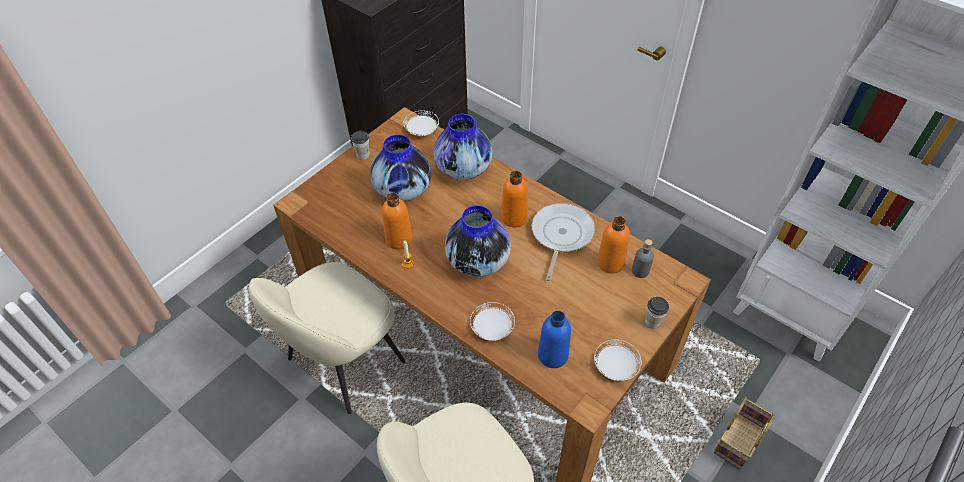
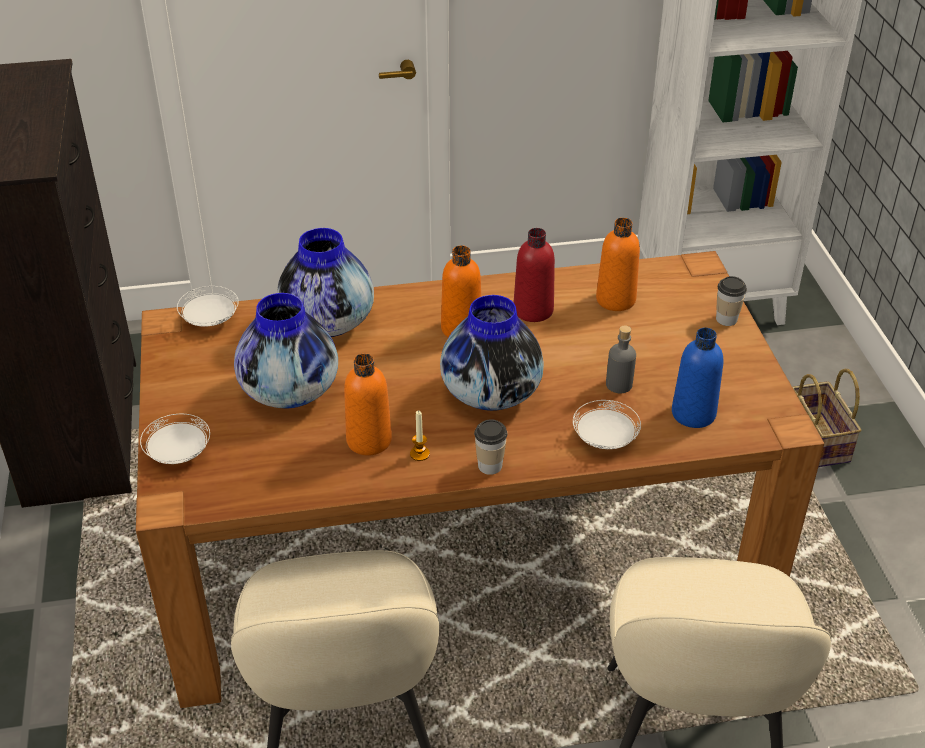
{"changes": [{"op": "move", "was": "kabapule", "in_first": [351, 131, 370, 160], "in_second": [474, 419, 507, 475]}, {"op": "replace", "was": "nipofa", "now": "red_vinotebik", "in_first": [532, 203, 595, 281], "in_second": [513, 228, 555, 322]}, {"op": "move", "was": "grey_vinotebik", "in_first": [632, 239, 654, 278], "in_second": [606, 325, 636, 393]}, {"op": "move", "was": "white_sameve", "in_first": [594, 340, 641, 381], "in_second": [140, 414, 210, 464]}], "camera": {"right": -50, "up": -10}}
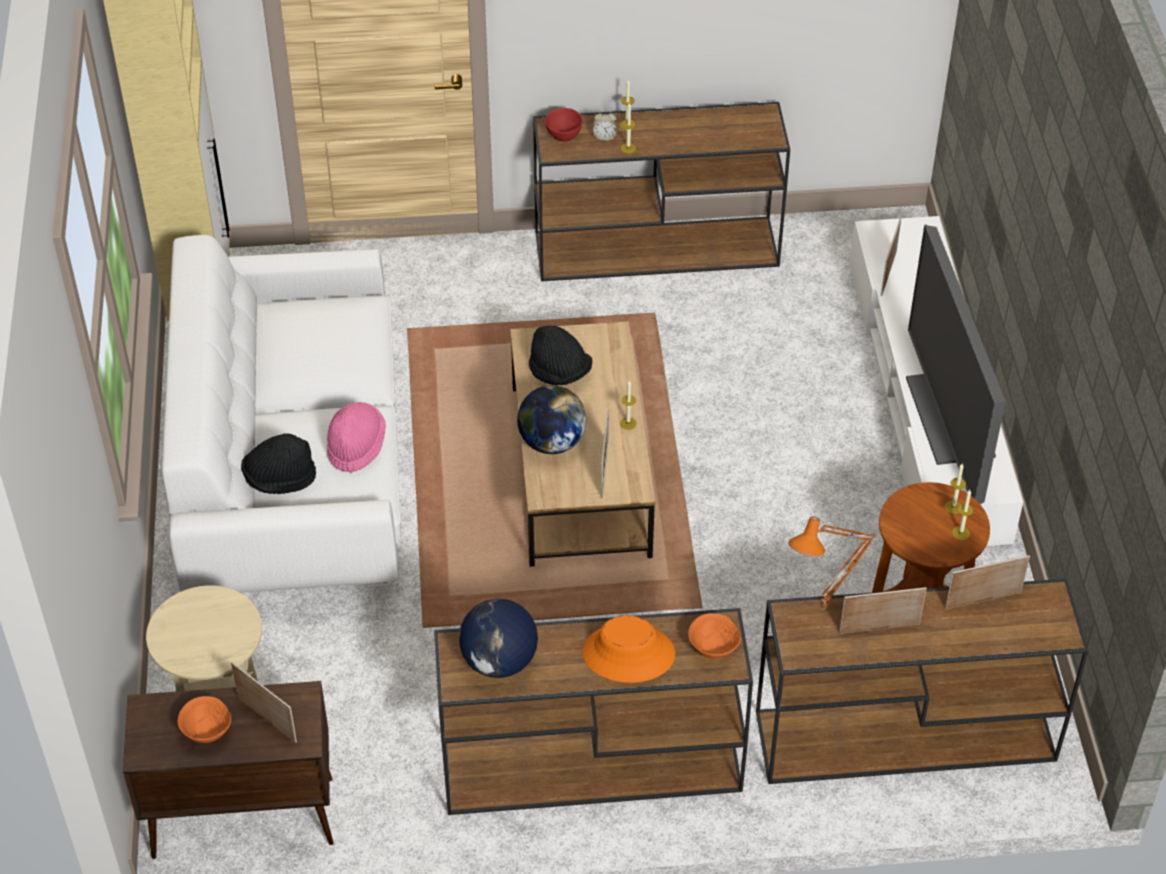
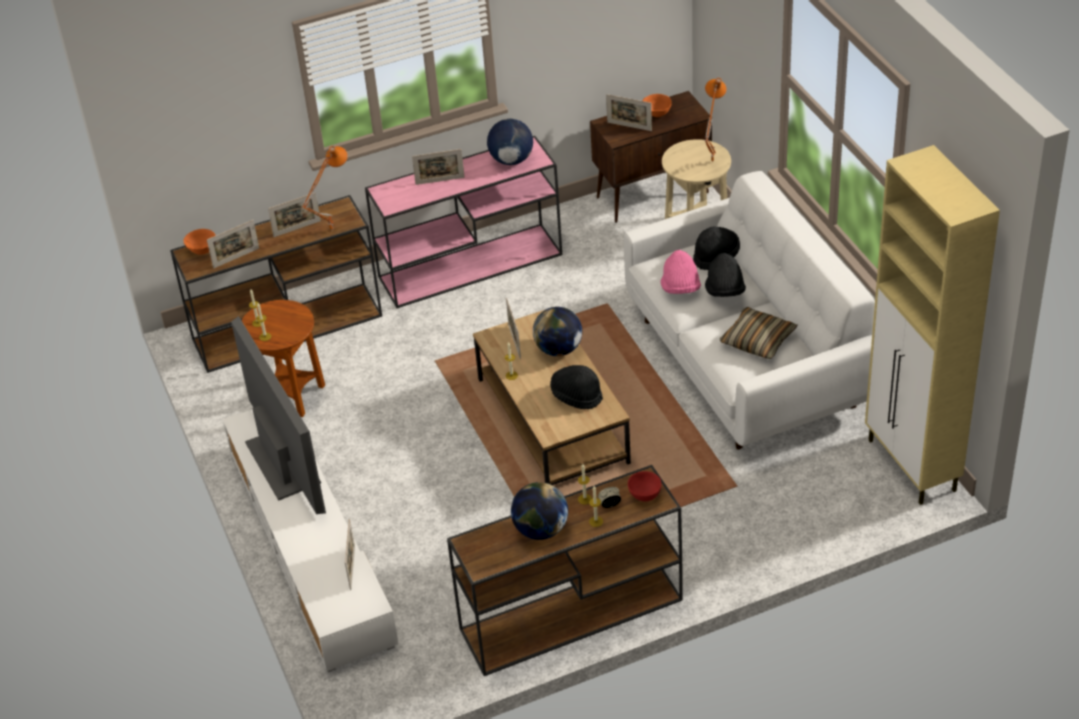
{"changes": [{"op": "recolor", "was": "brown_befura", "now": "pink_befura", "in_first": [434, 608, 753, 815], "in_second": [365, 136, 562, 308]}, {"op": "move", "was": "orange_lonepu", "in_first": [688, 613, 741, 659], "in_second": [184, 229, 216, 255]}, {"op": "replace", "was": "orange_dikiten", "now": "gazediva", "in_first": [583, 615, 675, 683], "in_second": [412, 149, 465, 185]}, {"op": "insert", "now": "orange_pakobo", "in_second": [704, 77, 727, 163]}, {"op": "insert", "now": "black_dikiten", "in_second": [705, 253, 746, 297]}, {"op": "insert", "now": "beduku", "in_second": [719, 307, 797, 359]}, {"op": "insert", "now": "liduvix", "in_second": [511, 482, 568, 540]}], "camera": {"right": 165, "up": -5}}
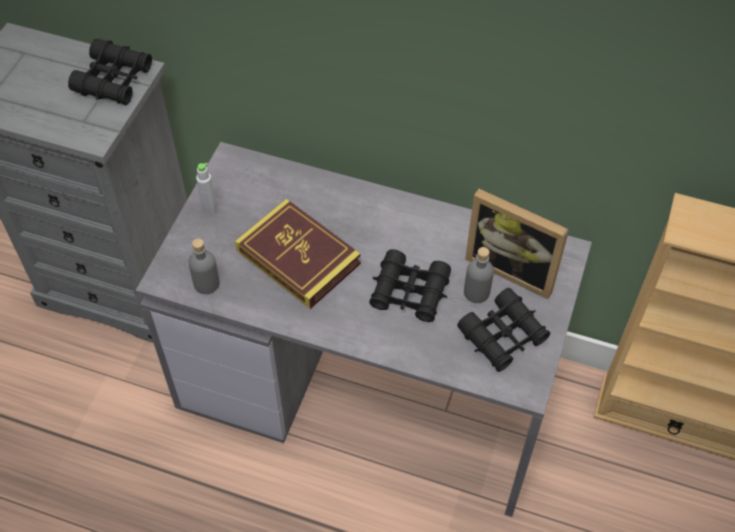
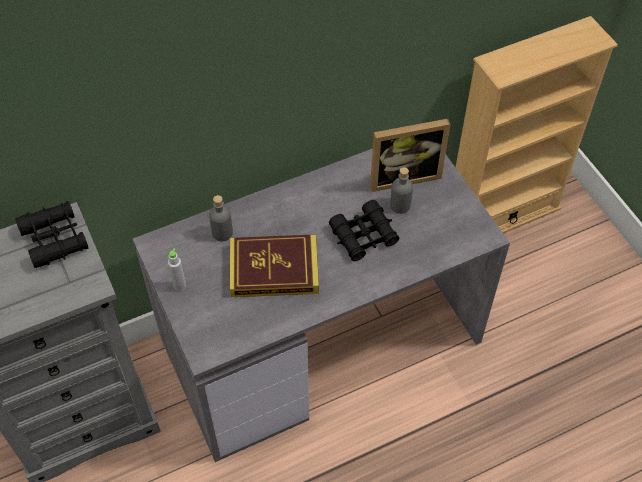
{"changes": [{"op": "move", "was": "grey_vinotebik", "in_first": [188, 238, 220, 294], "in_second": [209, 195, 233, 241]}, {"op": "delete", "was": "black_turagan", "in_first": [457, 288, 551, 372]}], "camera": {"right": -45, "up": 0}}
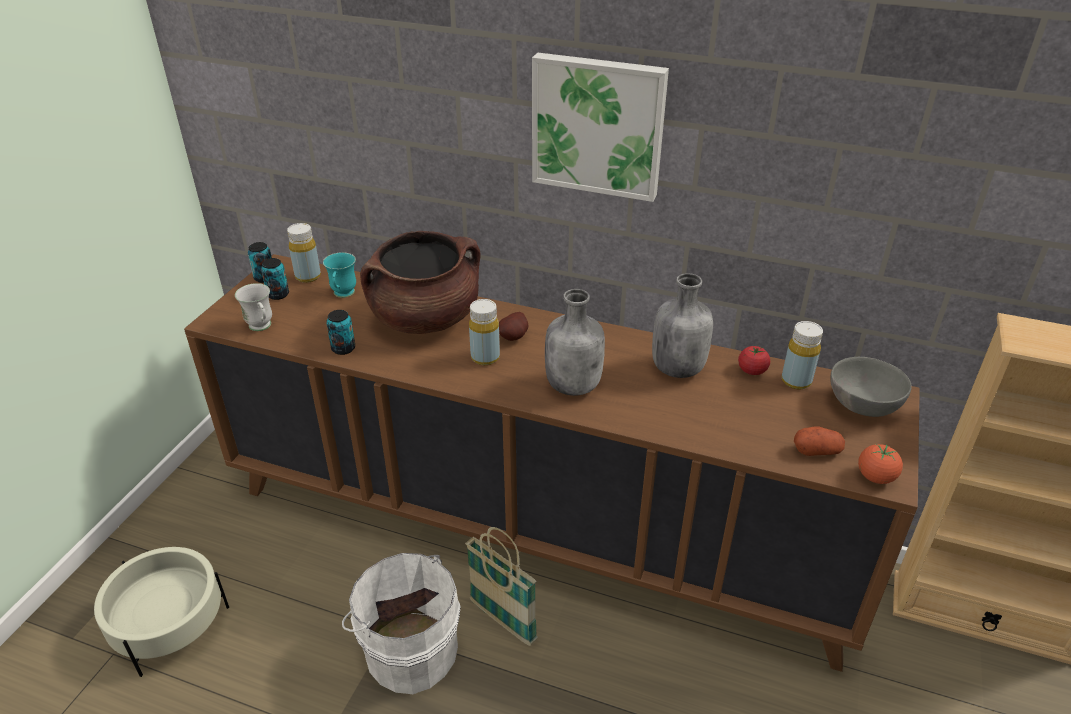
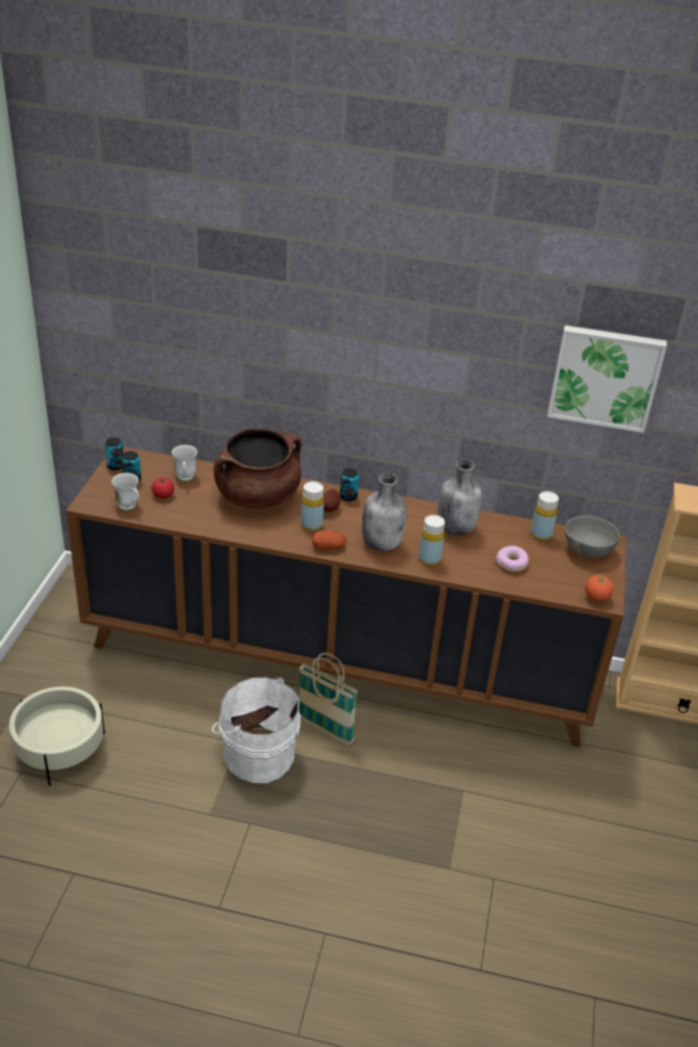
{"changes": [{"op": "move", "was": "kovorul", "in_first": [532, 53, 669, 202], "in_second": [547, 325, 667, 433]}, {"op": "move", "was": "yellow_vinotebik", "in_first": [287, 223, 321, 283], "in_second": [419, 515, 445, 566]}, {"op": "recolor", "was": "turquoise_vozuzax", "now": "white_vozuzax", "in_first": [323, 252, 356, 298], "in_second": [172, 445, 198, 481]}, {"op": "move", "was": "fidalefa", "in_first": [326, 310, 355, 355], "in_second": [340, 468, 359, 502]}, {"op": "move", "was": "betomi", "in_first": [738, 346, 770, 375], "in_second": [151, 477, 174, 499]}, {"op": "move", "was": "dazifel", "in_first": [794, 427, 845, 456], "in_second": [312, 530, 346, 550]}, {"op": "insert", "now": "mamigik", "in_second": [496, 546, 529, 572]}], "camera": {"right": -10, "up": 0}}
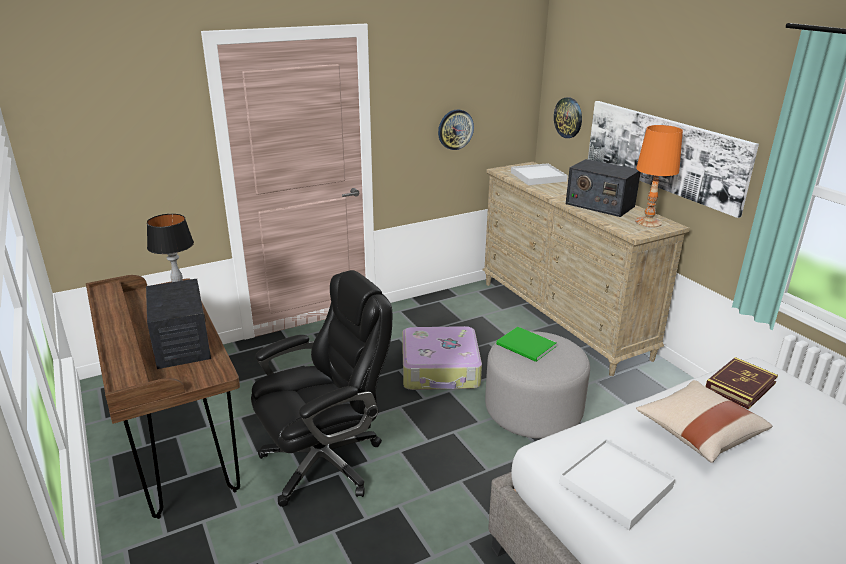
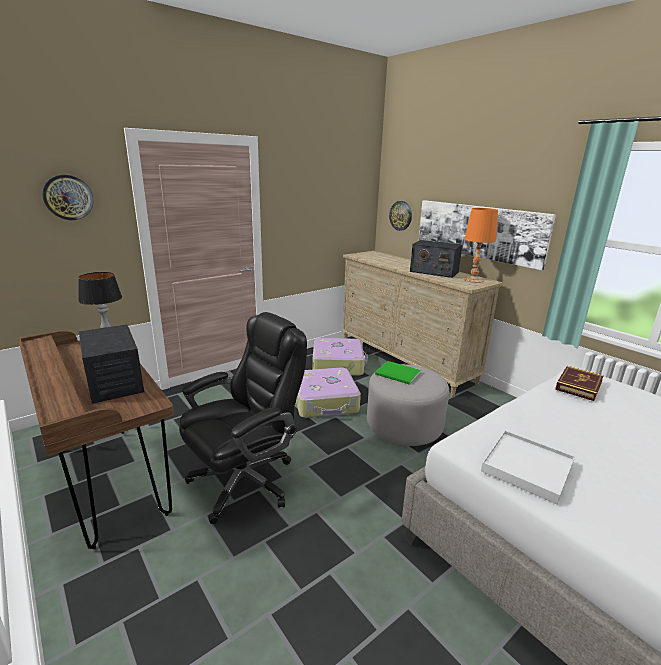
{"changes": [{"op": "move", "was": "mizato", "in_first": [438, 109, 474, 150], "in_second": [42, 175, 93, 220]}, {"op": "delete", "was": "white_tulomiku", "in_first": [511, 163, 568, 185]}, {"op": "delete", "was": "beige_beduku", "in_first": [636, 380, 772, 463]}, {"op": "insert", "now": "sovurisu", "in_second": [312, 338, 368, 376]}], "camera": {"right": -10, "up": -5}}
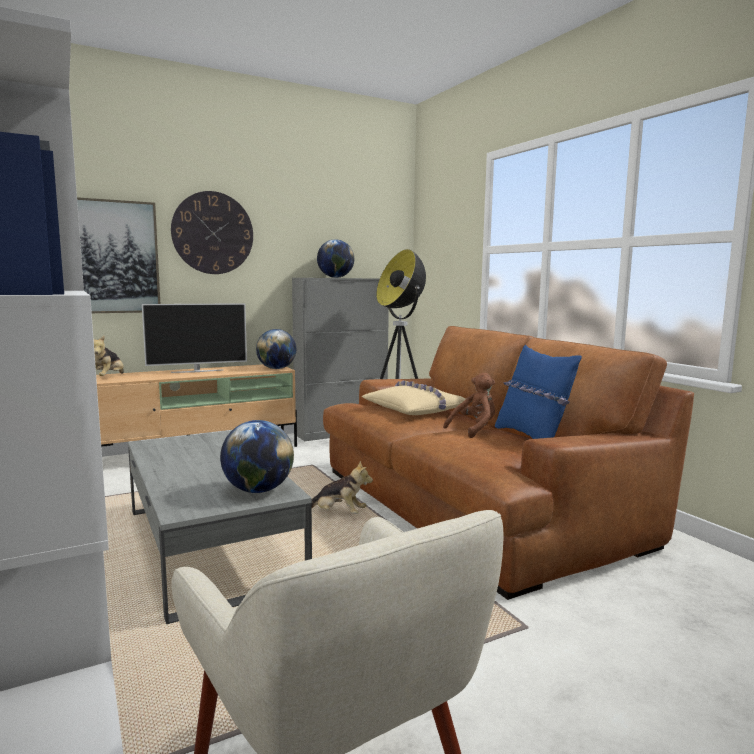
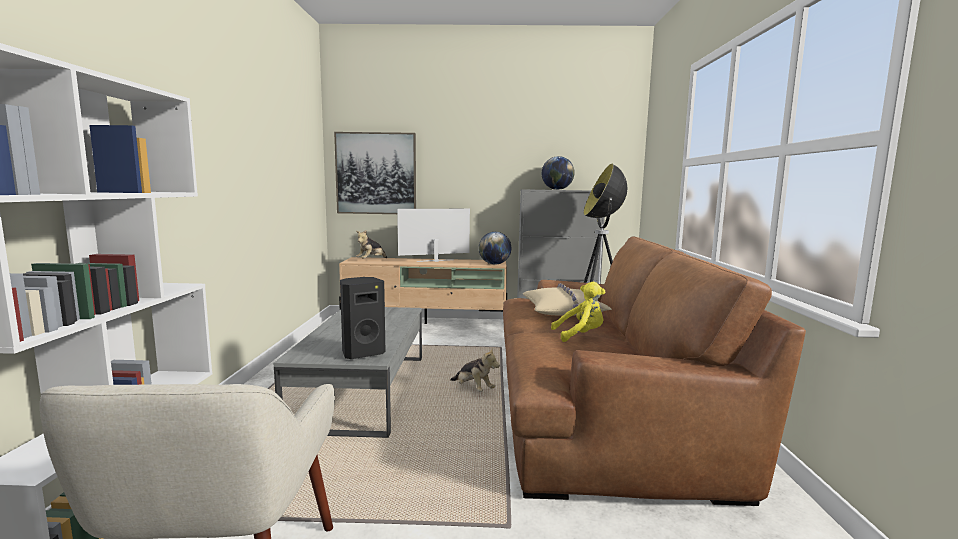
{"changes": [{"op": "delete", "was": "mizato", "in_first": [171, 191, 253, 274]}, {"op": "rotate", "was": "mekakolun", "in_first": [142, 303, 247, 373], "in_second": [397, 209, 470, 262], "clockwise": 150}, {"op": "delete", "was": "blue_beduku", "in_first": [495, 345, 582, 439]}, {"op": "recolor", "was": "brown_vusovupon", "now": "yellow_vusovupon", "in_first": [443, 373, 495, 438], "in_second": [551, 282, 605, 342]}, {"op": "replace", "was": "liduvix", "now": "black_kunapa", "in_first": [220, 420, 294, 493], "in_second": [340, 277, 386, 359]}], "camera": {"right": 30, "up": 0}}
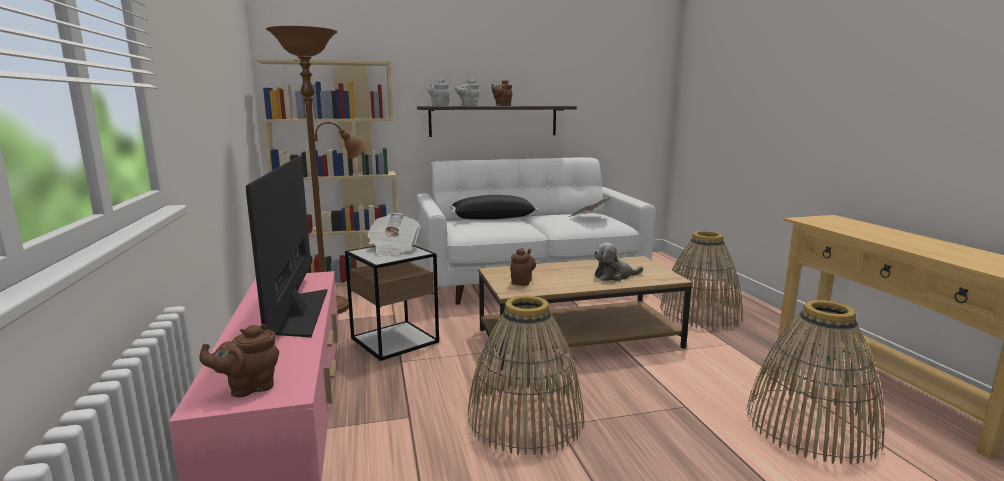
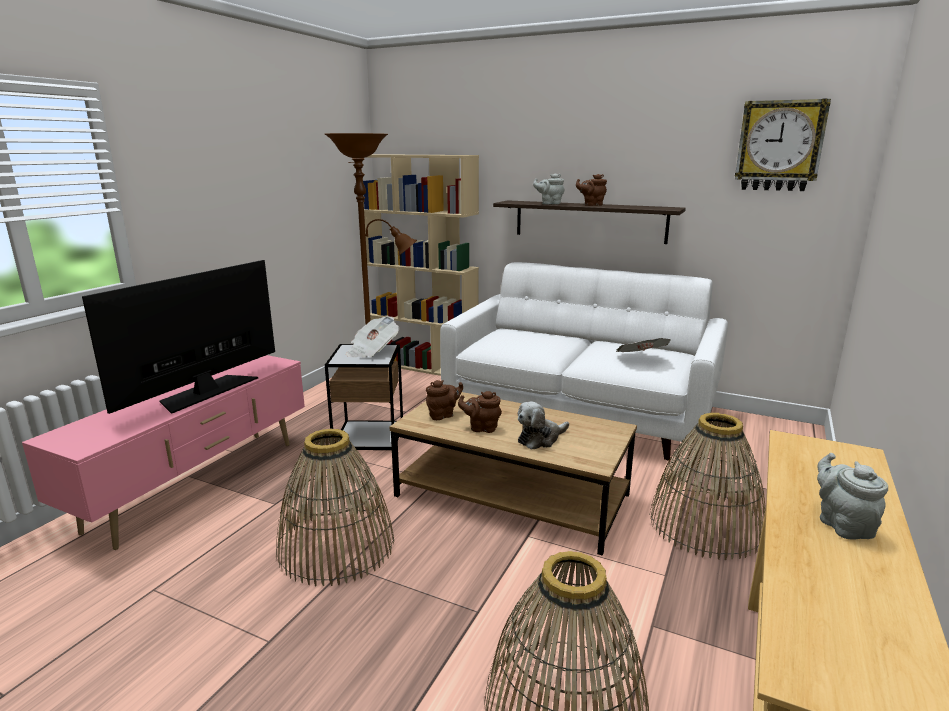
{"changes": [{"op": "move", "was": "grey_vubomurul", "in_first": [428, 79, 450, 106], "in_second": [817, 453, 888, 540]}, {"op": "delete", "was": "black_beduku", "in_first": [450, 195, 538, 219]}, {"op": "rotate", "was": "vusovupon", "in_first": [594, 242, 643, 281], "in_second": [518, 402, 569, 450], "clockwise": -60}, {"op": "move", "was": "brown_vubomurul", "in_first": [199, 324, 279, 397], "in_second": [458, 391, 502, 433]}, {"op": "insert", "now": "mizato", "in_second": [735, 98, 831, 191]}], "camera": {"right": 40, "up": 5}}
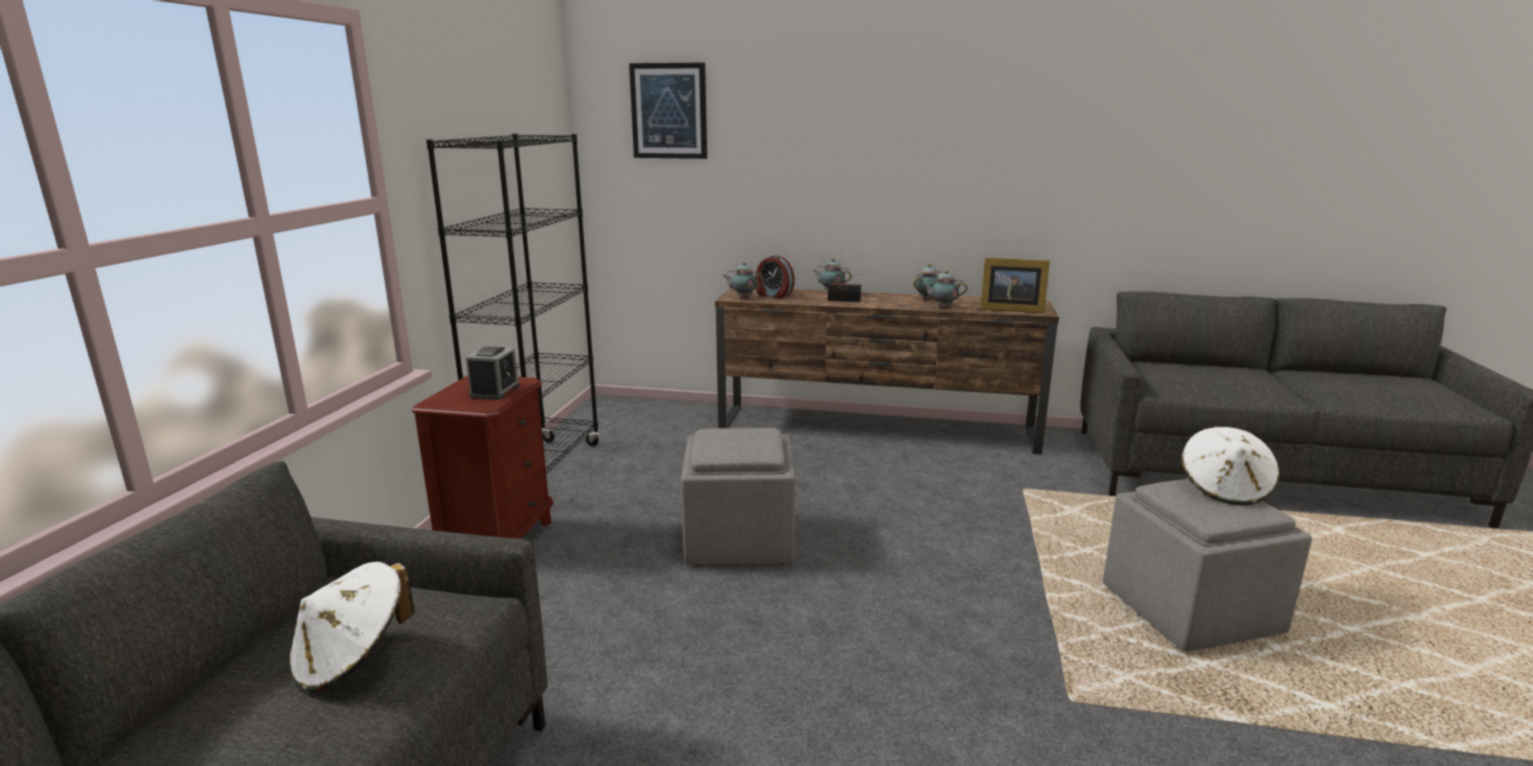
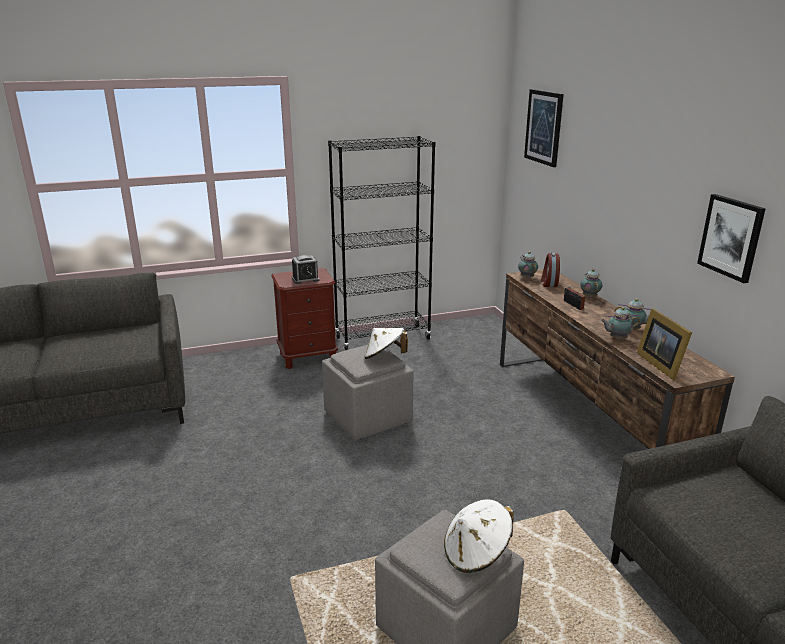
{"changes": [{"op": "rotate", "was": "vubomurul", "in_first": [922, 270, 967, 308], "in_second": [601, 307, 640, 339], "clockwise": -75}, {"op": "move", "was": "white_dikiten", "in_first": [289, 562, 415, 693], "in_second": [364, 328, 408, 359]}, {"op": "insert", "now": "kovorul", "in_second": [697, 194, 765, 283]}], "camera": {"right": 60, "up": 5}}
